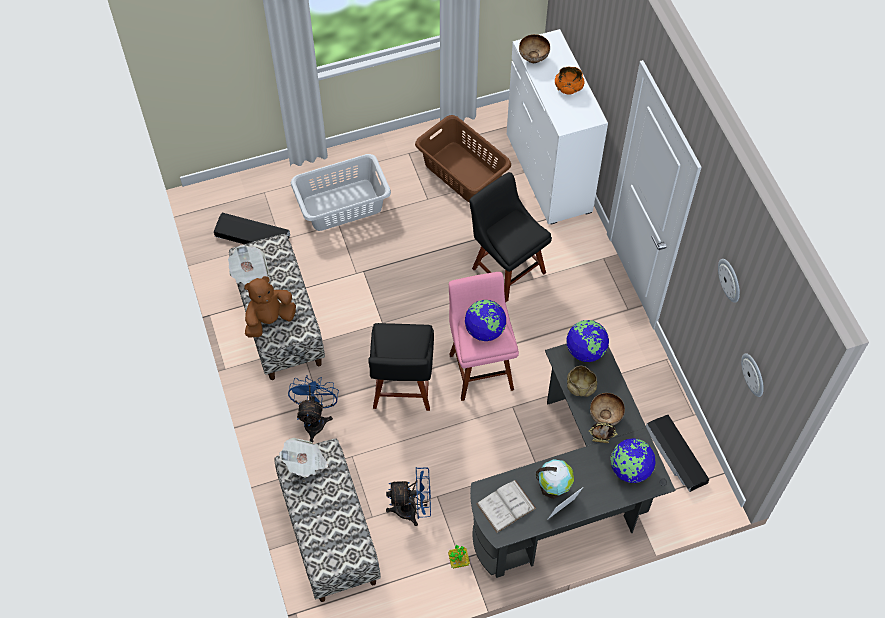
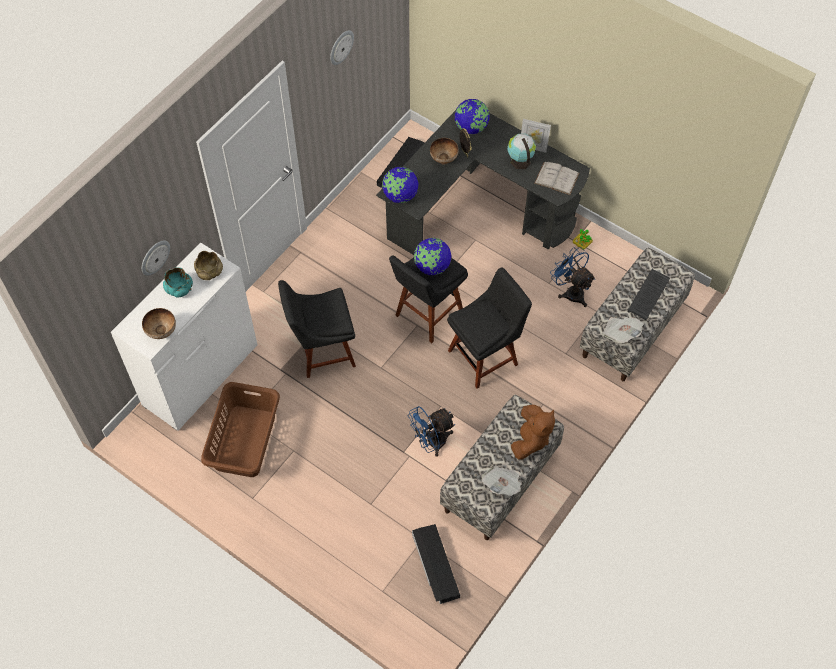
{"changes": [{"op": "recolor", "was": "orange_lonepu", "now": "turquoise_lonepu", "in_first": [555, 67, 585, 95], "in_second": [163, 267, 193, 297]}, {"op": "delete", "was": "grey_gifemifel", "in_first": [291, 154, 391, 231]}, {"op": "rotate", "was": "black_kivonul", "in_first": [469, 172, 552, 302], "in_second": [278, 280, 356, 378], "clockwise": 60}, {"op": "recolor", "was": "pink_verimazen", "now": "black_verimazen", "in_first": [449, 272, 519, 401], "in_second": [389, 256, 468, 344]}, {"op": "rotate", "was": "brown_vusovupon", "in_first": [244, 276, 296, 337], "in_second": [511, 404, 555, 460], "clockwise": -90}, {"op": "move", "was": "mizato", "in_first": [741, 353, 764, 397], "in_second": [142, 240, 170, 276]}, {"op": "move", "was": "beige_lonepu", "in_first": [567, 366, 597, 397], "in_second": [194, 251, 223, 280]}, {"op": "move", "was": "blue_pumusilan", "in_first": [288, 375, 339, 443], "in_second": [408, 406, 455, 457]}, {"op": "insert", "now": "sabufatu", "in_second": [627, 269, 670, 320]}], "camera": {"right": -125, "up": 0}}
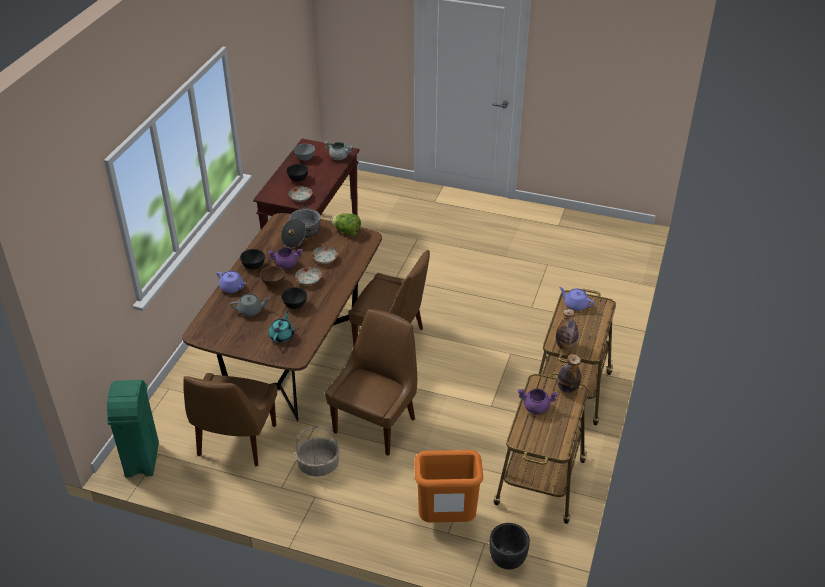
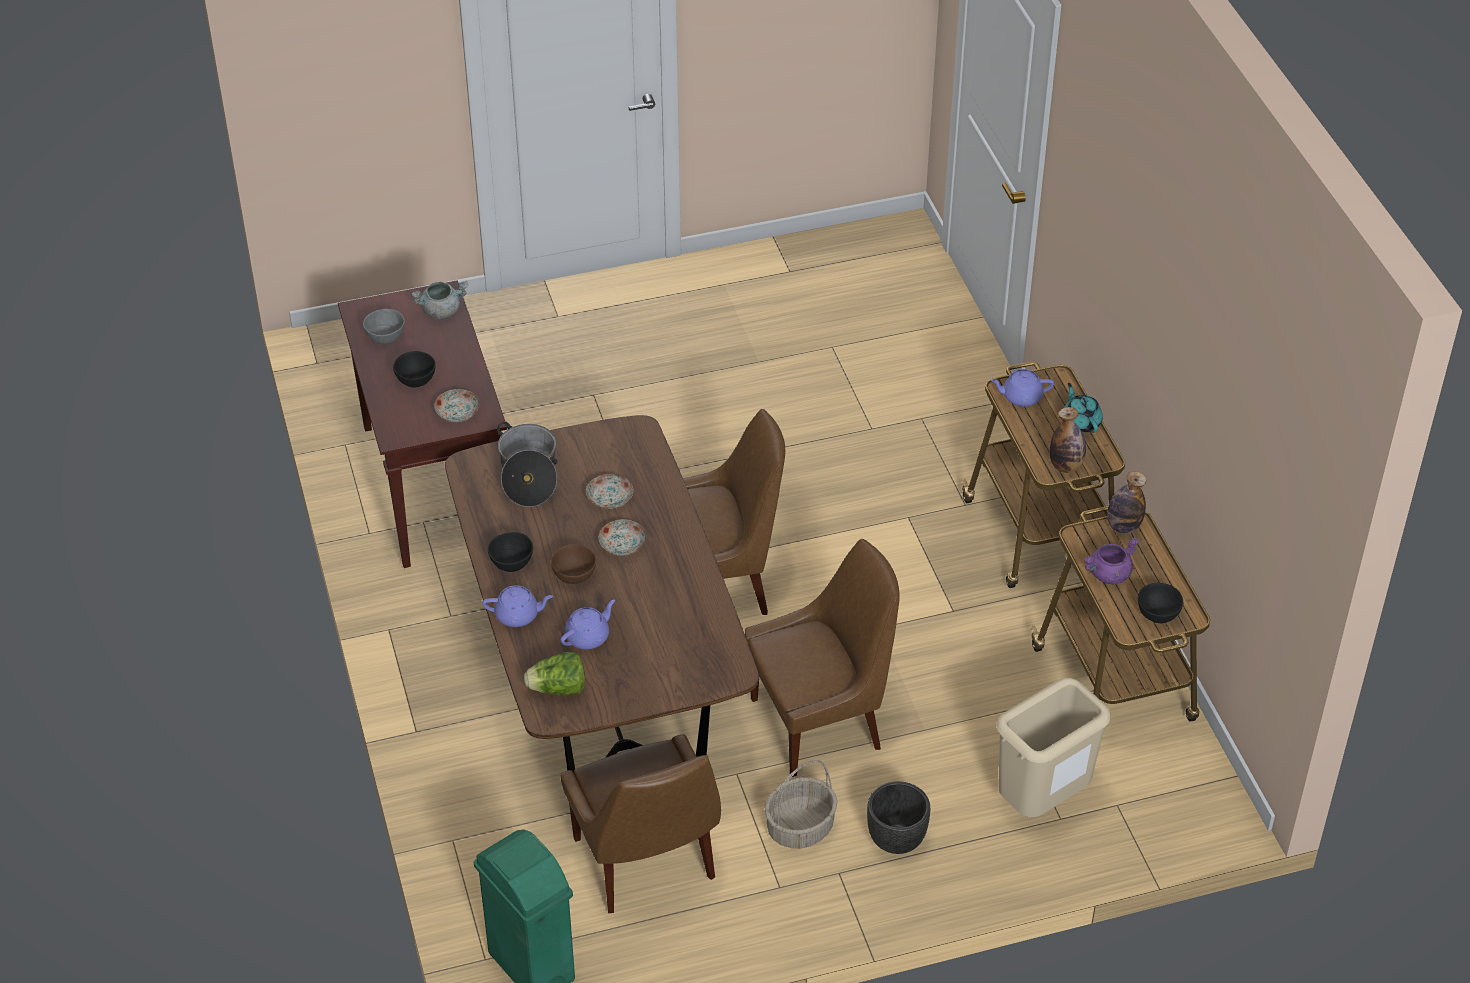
{"changes": [{"op": "move", "was": "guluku", "in_first": [331, 213, 361, 236], "in_second": [524, 652, 585, 695]}, {"op": "delete", "was": "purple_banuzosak", "in_first": [268, 247, 303, 269]}, {"op": "move", "was": "black_lonepu", "in_first": [281, 287, 307, 309], "in_second": [1138, 583, 1183, 623]}, {"op": "recolor", "was": "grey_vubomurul", "now": "purple_vubomurul", "in_first": [230, 294, 270, 317], "in_second": [560, 600, 615, 650]}, {"op": "rotate", "was": "brown_kivonul", "in_first": [325, 309, 417, 456], "in_second": [745, 539, 900, 777], "clockwise": 75}, {"op": "move", "was": "turquoise_vubomurul", "in_first": [269, 311, 294, 343], "in_second": [1064, 383, 1103, 433]}, {"op": "recolor", "was": "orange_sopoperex", "now": "beige_sopoperex", "in_first": [414, 450, 483, 523], "in_second": [996, 677, 1111, 817]}, {"op": "move", "was": "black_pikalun", "in_first": [489, 523, 530, 570], "in_second": [867, 781, 930, 854]}], "camera": {"right": -35, "up": 5}}
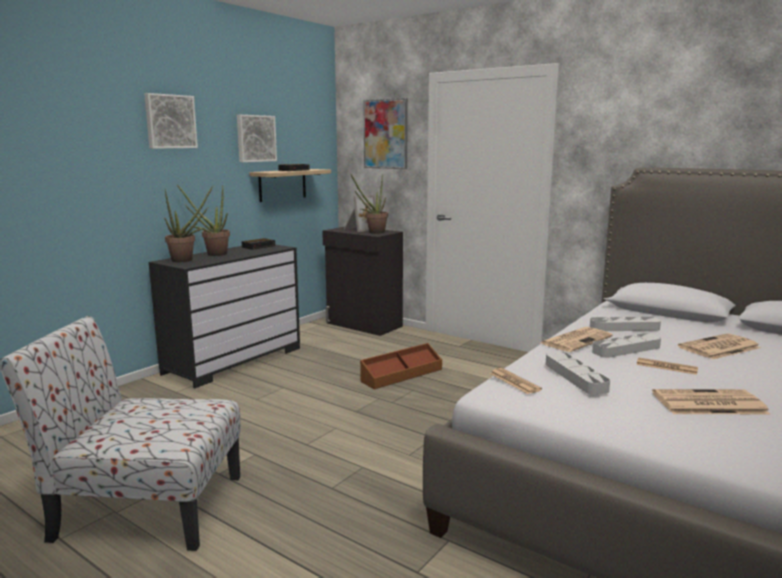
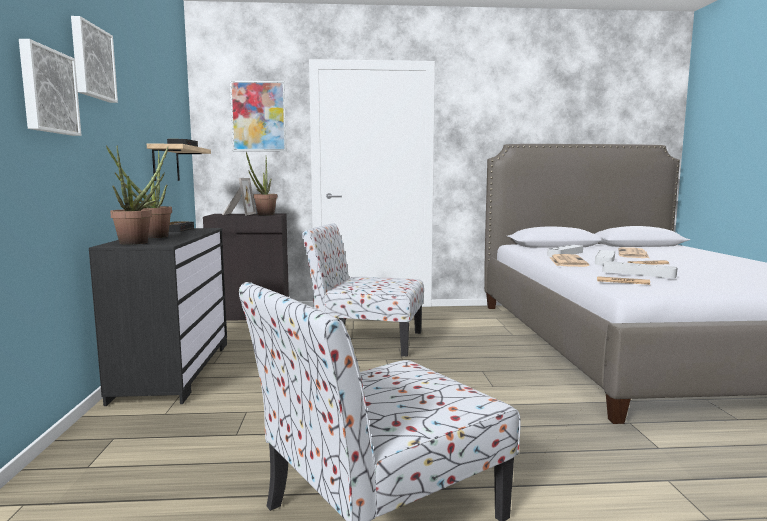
{"changes": [{"op": "move", "was": "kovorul", "in_first": [237, 115, 277, 162], "in_second": [19, 39, 81, 136]}, {"op": "replace", "was": "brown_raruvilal", "now": "kivonul", "in_first": [360, 343, 442, 389], "in_second": [302, 223, 424, 356]}, {"op": "delete", "was": "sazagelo", "in_first": [652, 389, 770, 414]}], "camera": {"right": -40, "up": -5}}
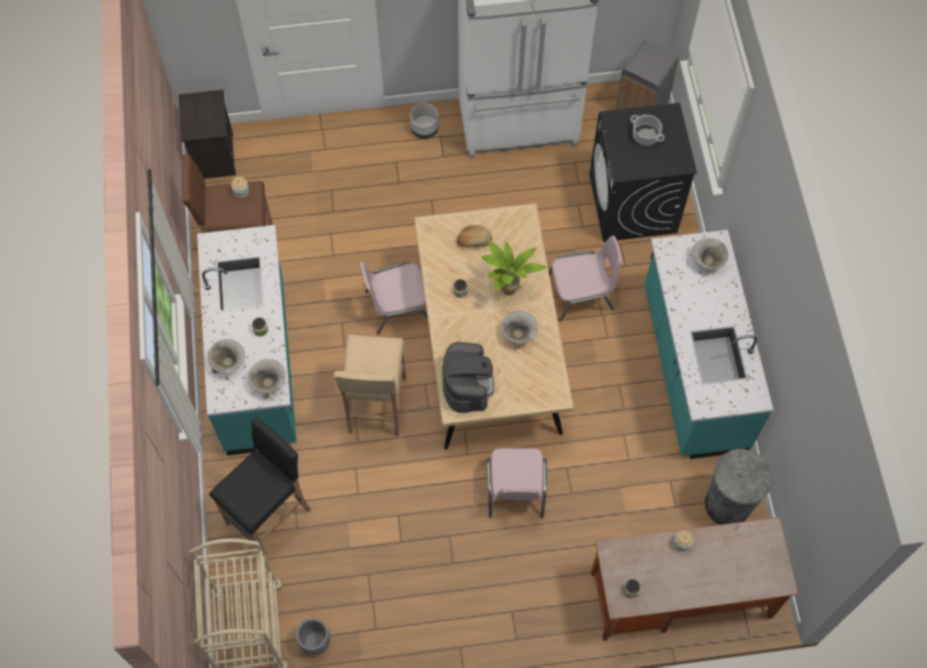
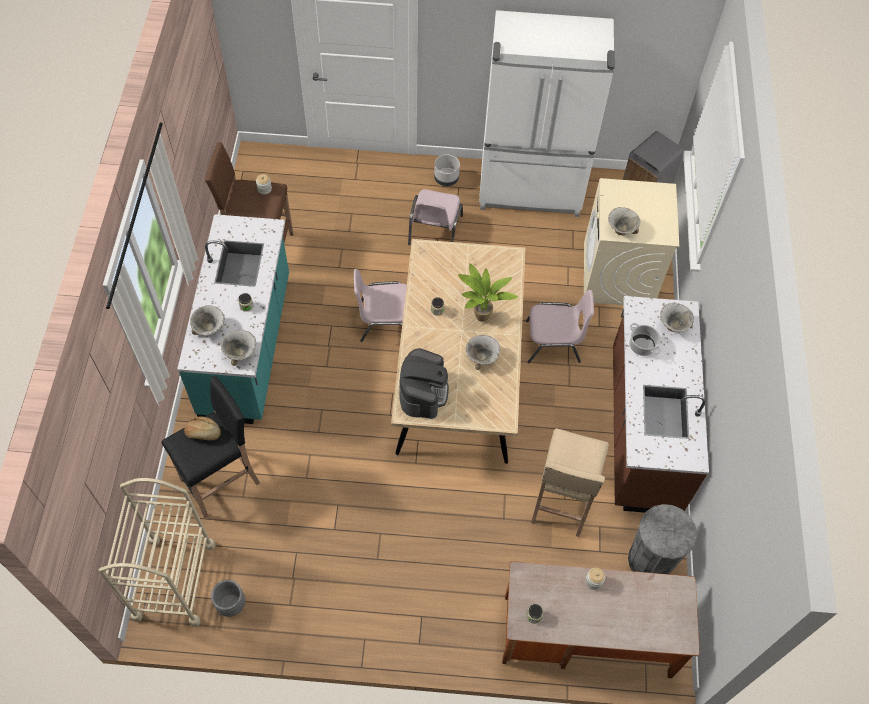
{"changes": [{"op": "delete", "was": "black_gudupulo", "in_first": [179, 90, 236, 179]}, {"op": "recolor", "was": "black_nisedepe", "now": "beige_nisedepe", "in_first": [589, 103, 697, 242], "in_second": [584, 178, 679, 305]}, {"op": "move", "was": "banuzosak", "in_first": [630, 115, 665, 146], "in_second": [629, 323, 661, 356]}, {"op": "move", "was": "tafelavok", "in_first": [457, 225, 492, 247], "in_second": [184, 416, 221, 440]}, {"op": "recolor", "was": "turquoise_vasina", "now": "brown_vasina", "in_first": [644, 230, 773, 459], "in_second": [613, 296, 709, 513]}, {"op": "move", "was": "beige_verimazen", "in_first": [334, 334, 406, 437], "in_second": [531, 428, 609, 537]}, {"op": "move", "was": "pink_kivonul", "in_first": [487, 448, 547, 518], "in_second": [408, 189, 463, 245]}, {"op": "insert", "now": "lonepu", "in_second": [608, 207, 640, 236]}], "camera": {"right": 10, "up": -5}}
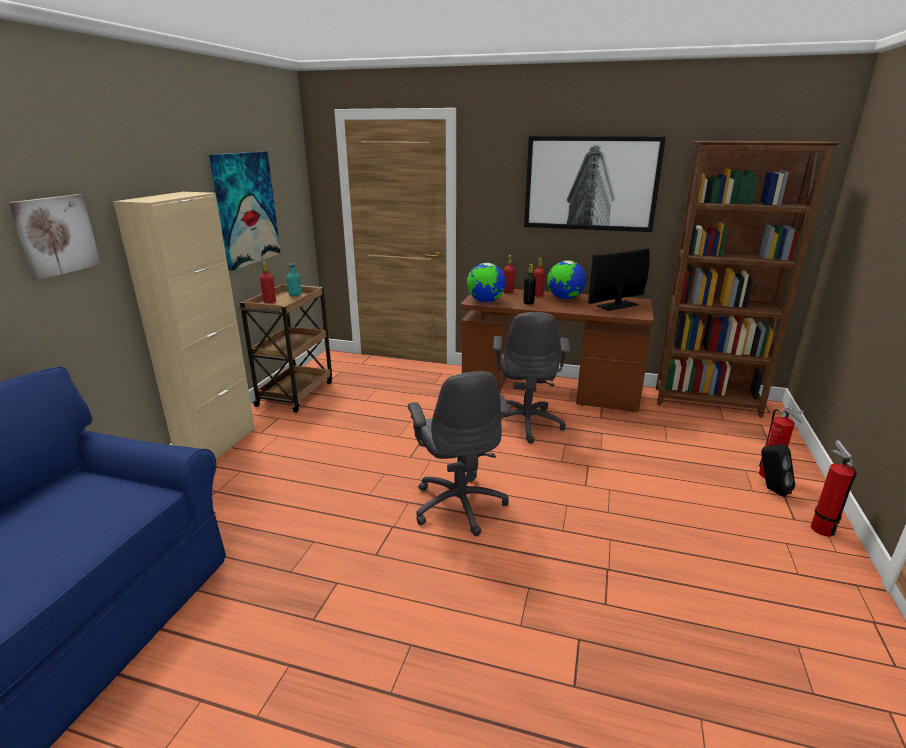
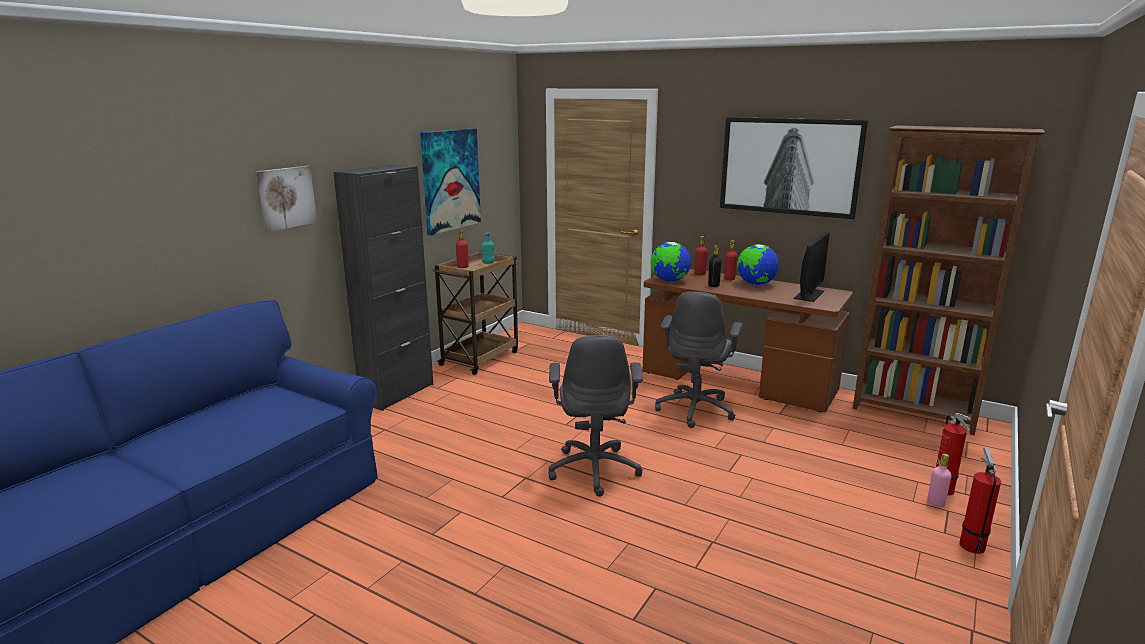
{"changes": [{"op": "recolor", "was": "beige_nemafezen", "now": "black_nemafezen", "in_first": [113, 192, 255, 459], "in_second": [333, 164, 433, 411]}, {"op": "rotate", "was": "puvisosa", "in_first": [588, 248, 650, 311], "in_second": [794, 232, 830, 302], "clockwise": 135}, {"op": "replace", "was": "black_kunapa", "now": "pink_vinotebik", "in_first": [761, 444, 795, 497], "in_second": [927, 453, 952, 507]}], "camera": {"right": 15, "up": -5}}
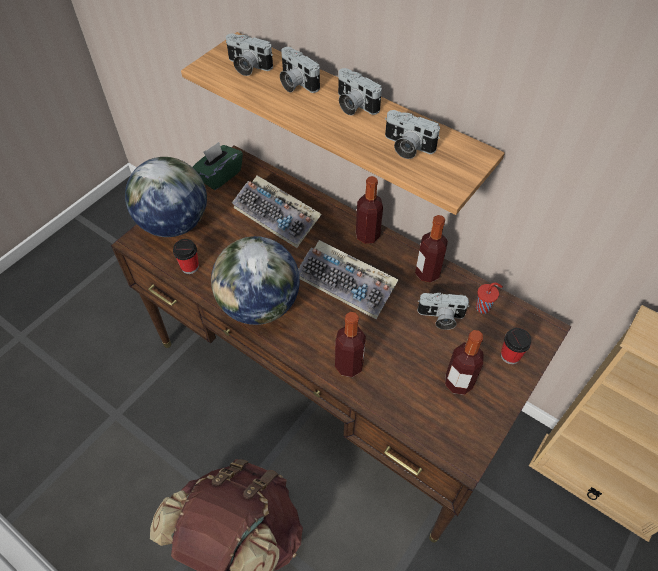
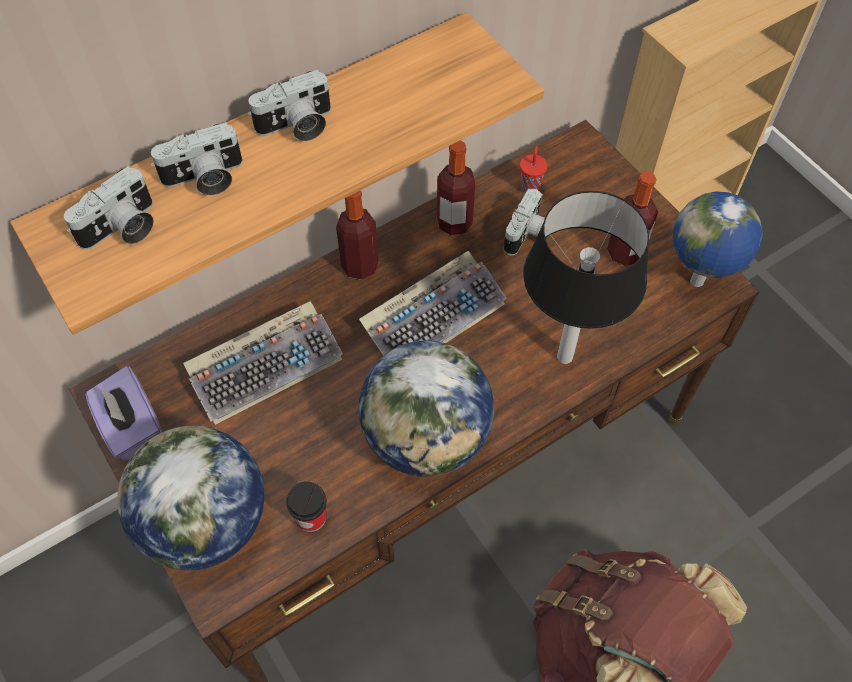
{"changes": [{"op": "delete", "was": "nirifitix", "in_first": [385, 110, 440, 159]}, {"op": "recolor", "was": "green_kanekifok", "now": "purple_kanekifok", "in_first": [193, 142, 243, 190], "in_second": [85, 366, 162, 460]}, {"op": "replace", "was": "vinotebik", "now": "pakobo", "in_first": [335, 312, 366, 377], "in_second": [523, 191, 649, 364]}, {"op": "delete", "was": "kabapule", "in_first": [501, 328, 531, 364]}, {"op": "insert", "now": "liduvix", "in_second": [673, 192, 762, 287]}], "camera": {"right": -70, "up": 5}}
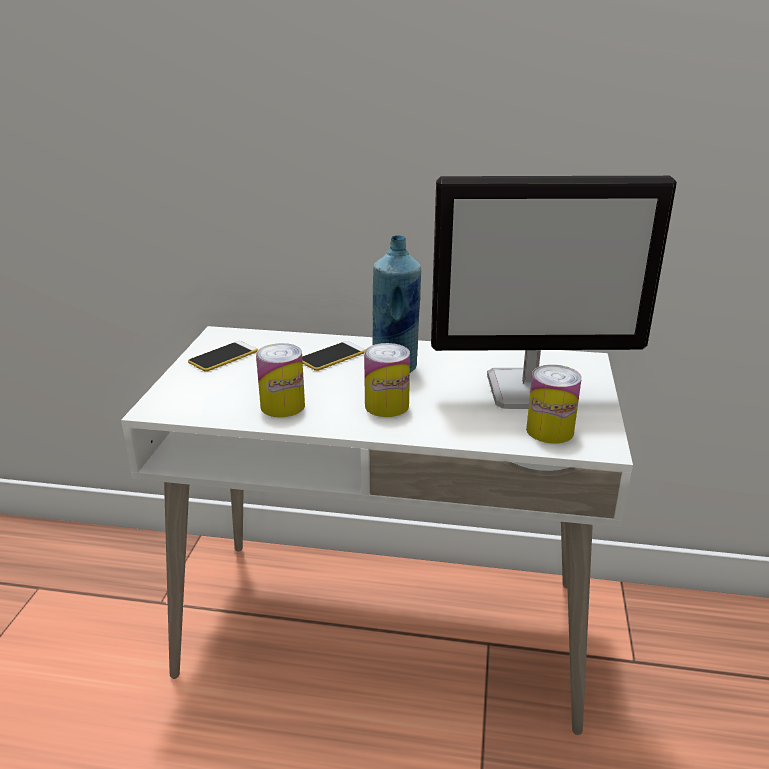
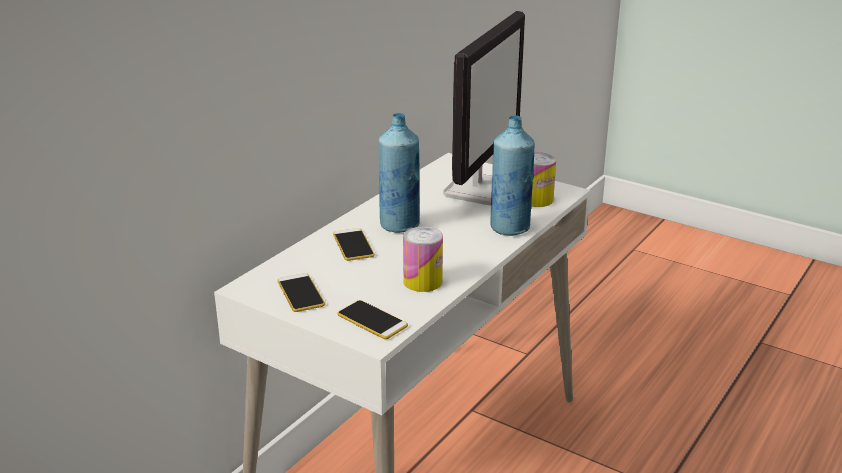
{"changes": [{"op": "delete", "was": "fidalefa", "in_first": [364, 343, 410, 417]}, {"op": "insert", "now": "blue_vinotebik", "in_second": [490, 115, 535, 236]}, {"op": "insert", "now": "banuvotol", "in_second": [337, 300, 408, 339]}], "camera": {"right": -65, "up": 0}}
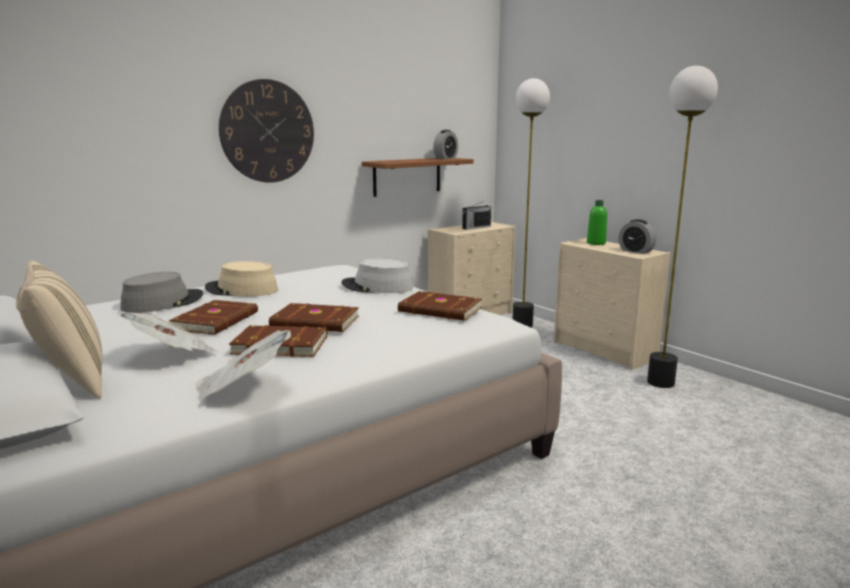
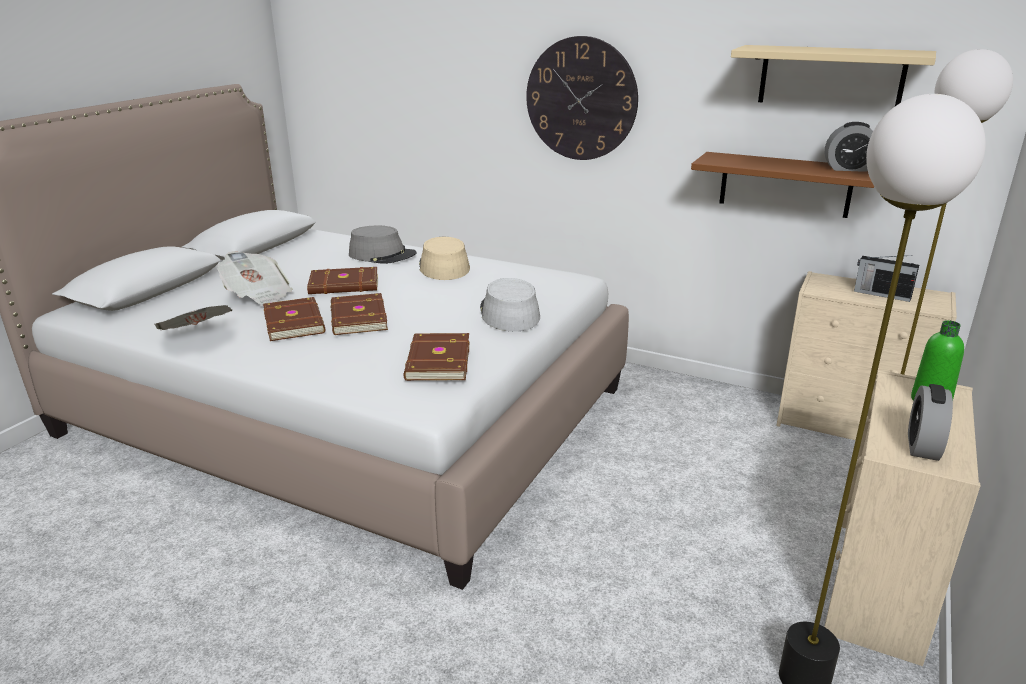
{"changes": [{"op": "delete", "was": "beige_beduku", "in_first": [16, 261, 102, 399]}, {"op": "insert", "now": "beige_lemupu", "in_second": [731, 45, 936, 106]}], "camera": {"right": 65, "up": 10}}
